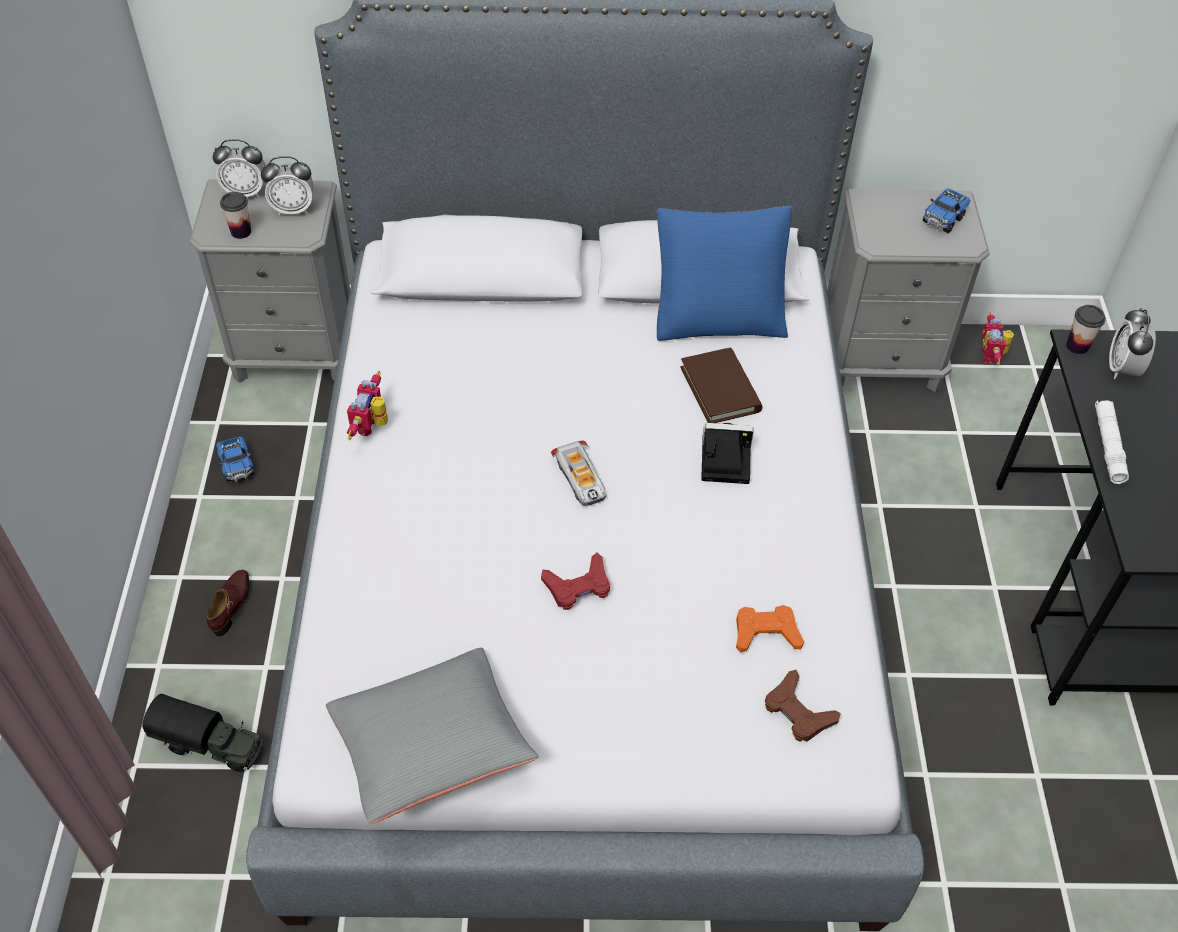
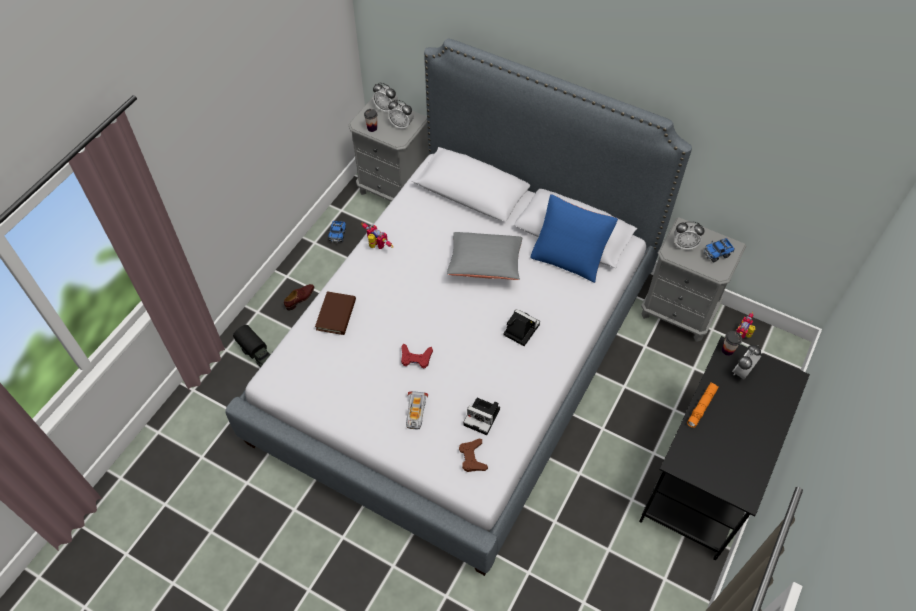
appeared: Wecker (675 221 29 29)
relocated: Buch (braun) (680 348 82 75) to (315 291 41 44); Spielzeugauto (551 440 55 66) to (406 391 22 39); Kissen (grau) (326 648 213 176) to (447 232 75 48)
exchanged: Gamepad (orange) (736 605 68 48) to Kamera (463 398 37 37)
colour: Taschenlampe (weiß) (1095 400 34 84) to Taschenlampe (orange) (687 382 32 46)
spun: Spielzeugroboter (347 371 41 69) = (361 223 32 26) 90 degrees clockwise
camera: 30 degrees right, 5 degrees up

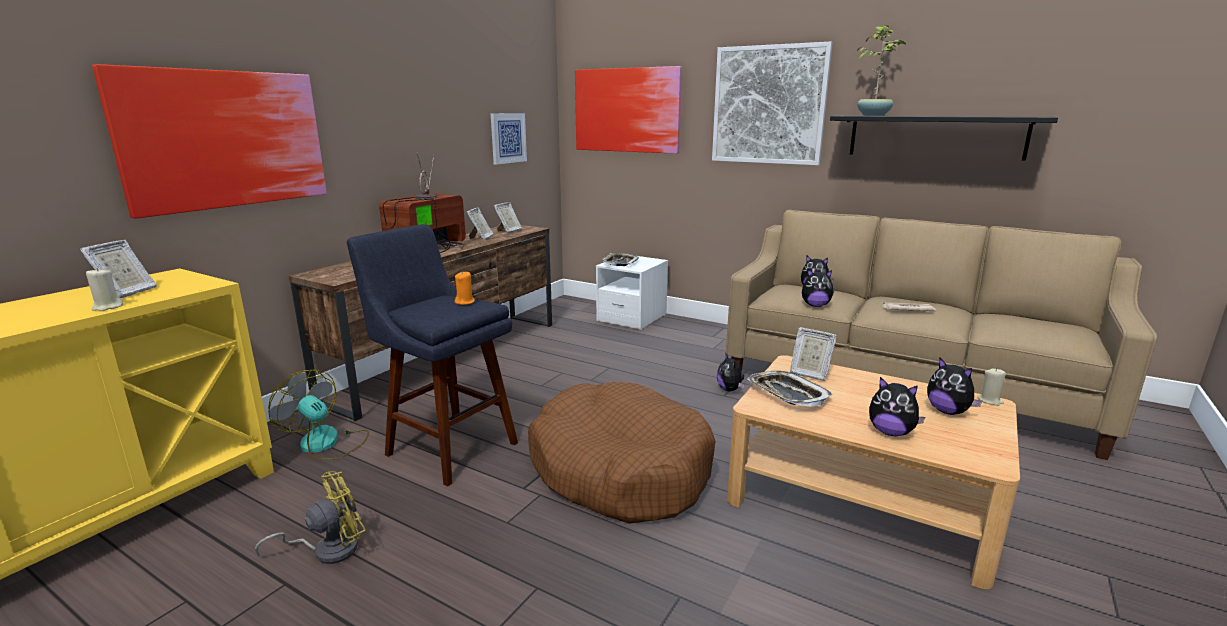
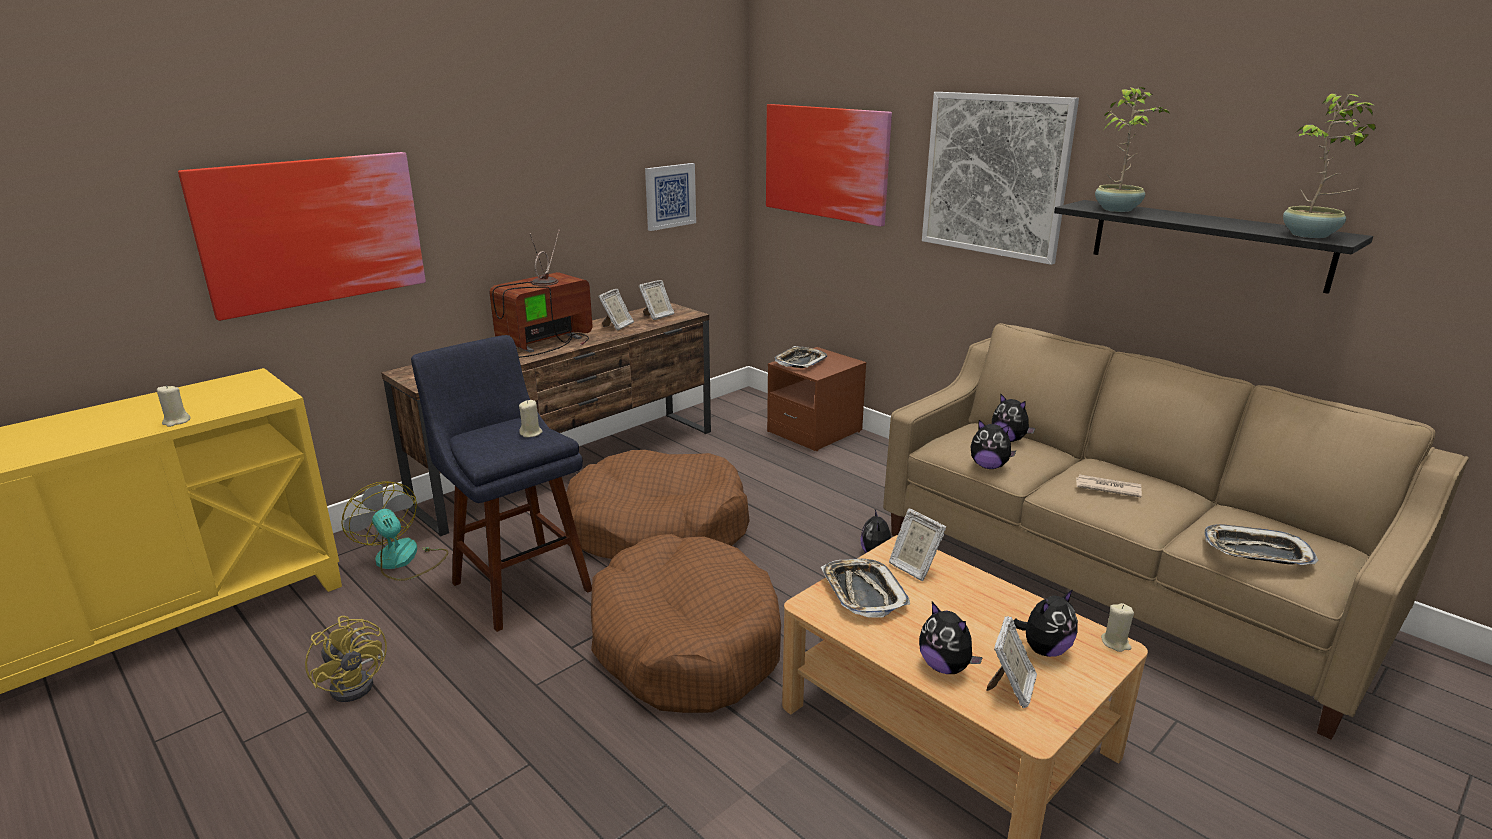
appeared: Topfpflanze (1283 93 93 145); Hundebett (braun) (566 450 184 109); Tablett (1205 524 113 41)
relocated: Bilderrahmen (80 240 77 58) to (986 616 51 92)
colour: Nachttisch (weiß) (596 256 72 74) to Nachttisch (braun) (767 347 99 104); Kerze (orange) (455 271 20 34) to Kerze (beige) (519 400 24 37)
spun: Plüschtier (927 358 55 57) = (1013 589 65 68) 105 degrees counterclockwise; Ventilator (gelb) (255 471 111 93) = (305 616 82 86) 75 degrees clockwise
camera: 15 degrees right, 5 degrees up

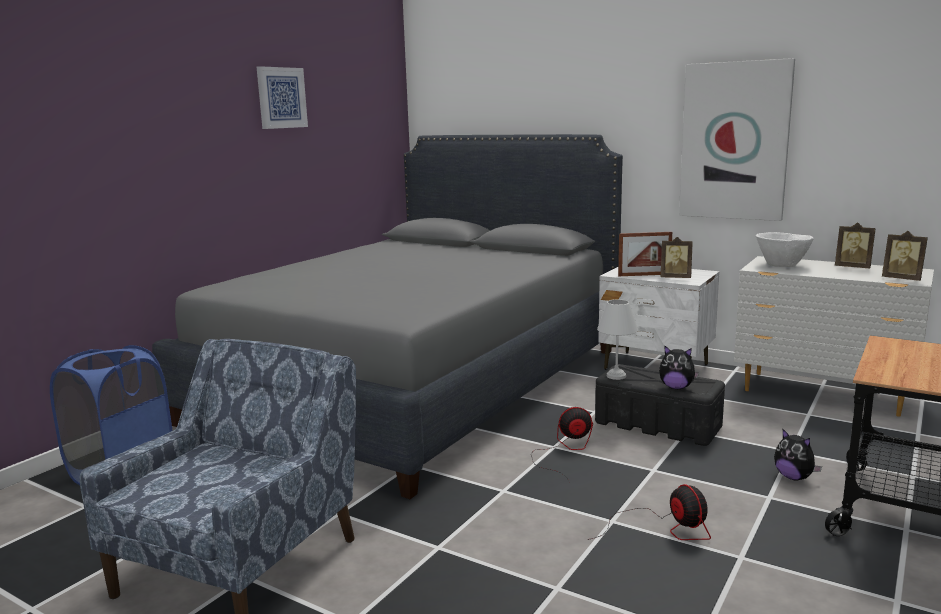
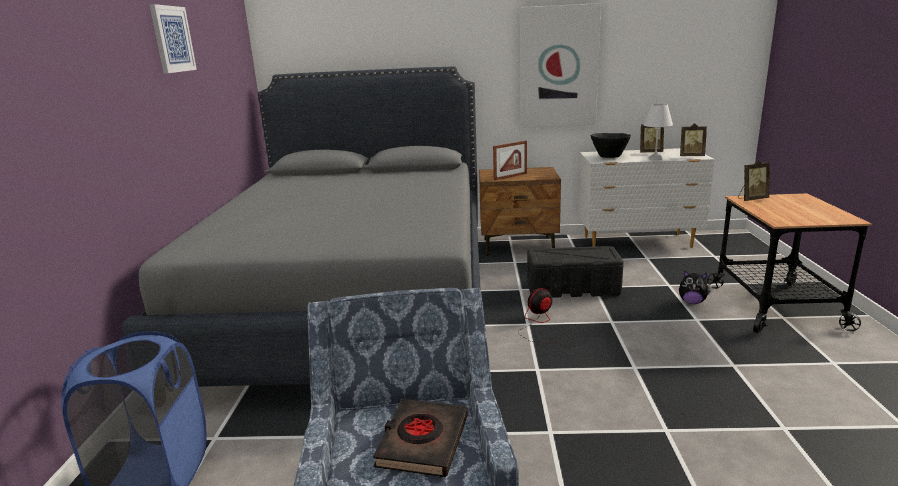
missing: Plüschtier (659 346 40 43); Ventilator (587 484 124 56)
appeared: Buch (schwarz) (373 399 95 78)
relocated: Bilderrahmen (661 237 32 41) to (738 160 32 41); Tischlampe (weiß) (597 299 41 81) to (644 104 29 57)
colour: Schüssel (weiß) (756 232 58 35) to Schüssel (schwarz) (591 133 40 25); Nachttisch (weiß) (598 267 121 103) to Nachttisch (braun) (479 167 82 89)
camera: 30 degrees left, 5 degrees up

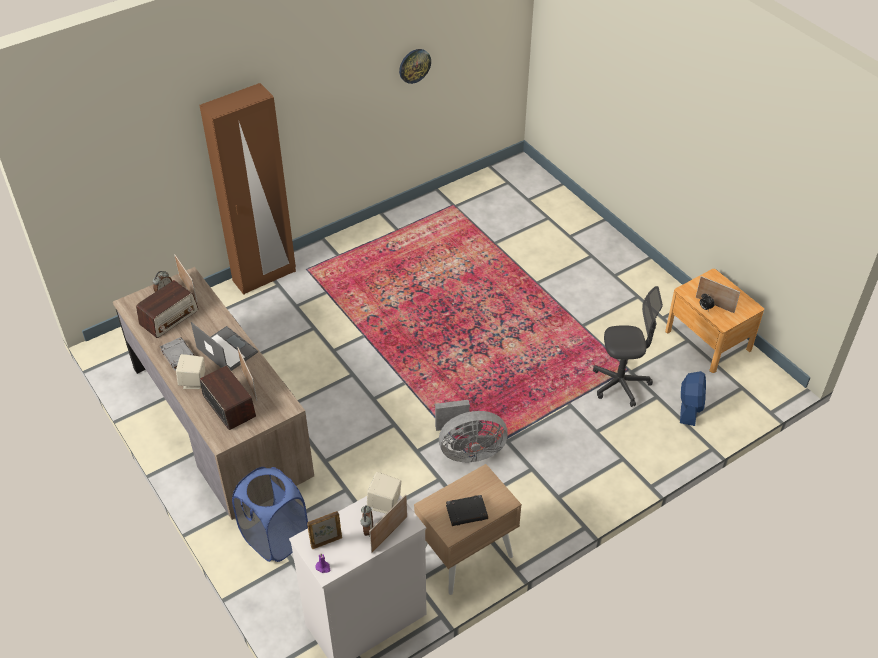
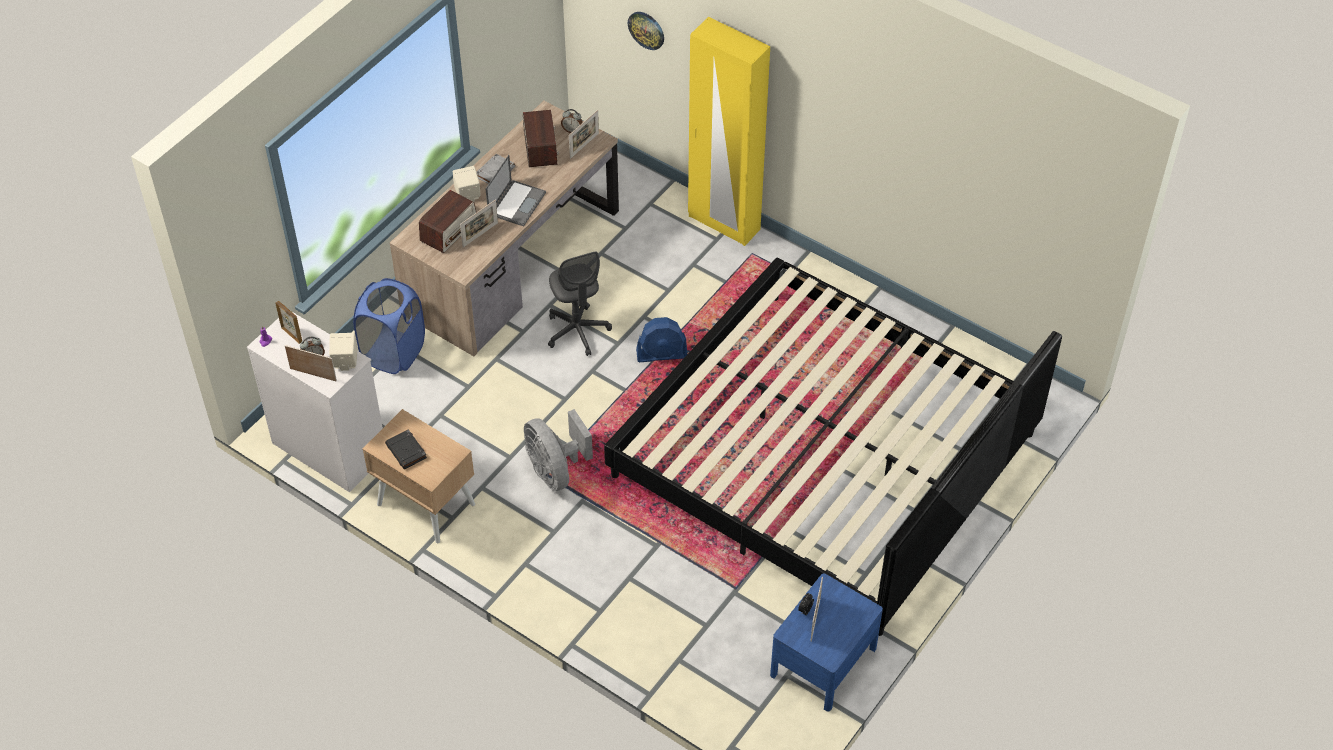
appeared: Bett (604 258 458 378)
relocated: Wanduhr (399 49 32 35) to (628 12 36 38); Bürostuhl (grau) (593 286 70 121) to (548 251 64 105); Ventilator (blau) (680 371 26 55) to (636 317 51 45)
colour: Kleiderschrank (braun) (199 83 97 212) to Kleiderschrank (gelb) (688 17 82 229); Nachttisch (braun) (665 269 99 104) to Nachttisch (blau) (770 573 113 139)
spun: Radio (136 280 62 58) = (523 110 36 57) 120 degrees counterclockwise
camera: 70 degrees right, 5 degrees up

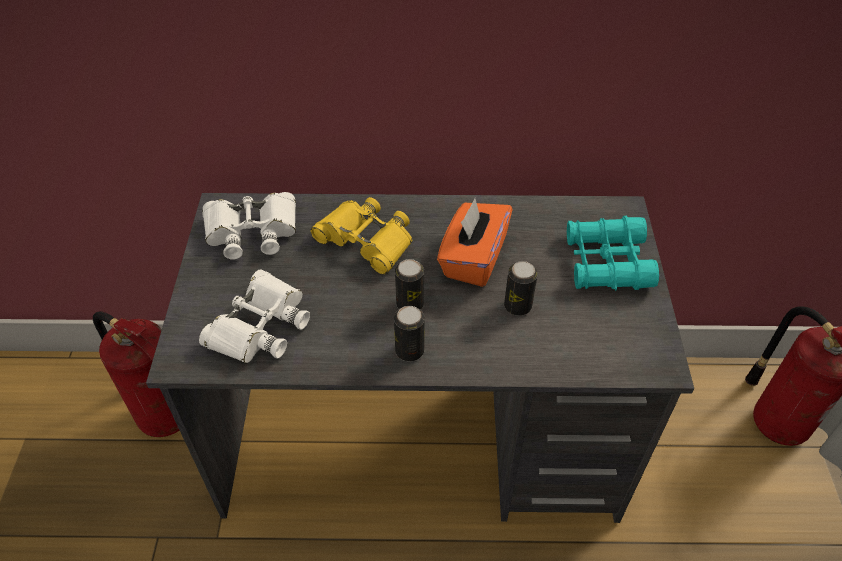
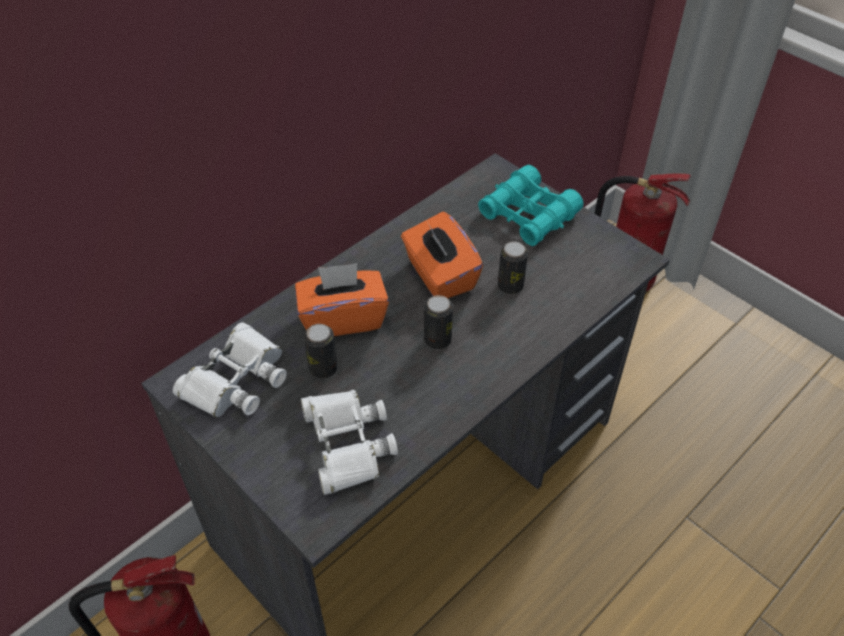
relocated: Dose (394 306 31 55) to (304 324 34 55)
exchanged: Fernglas (gelb) (311 197 101 78) to Taschentuchbox (orange) (295 263 94 73)
camera: 45 degrees left, 0 degrees up

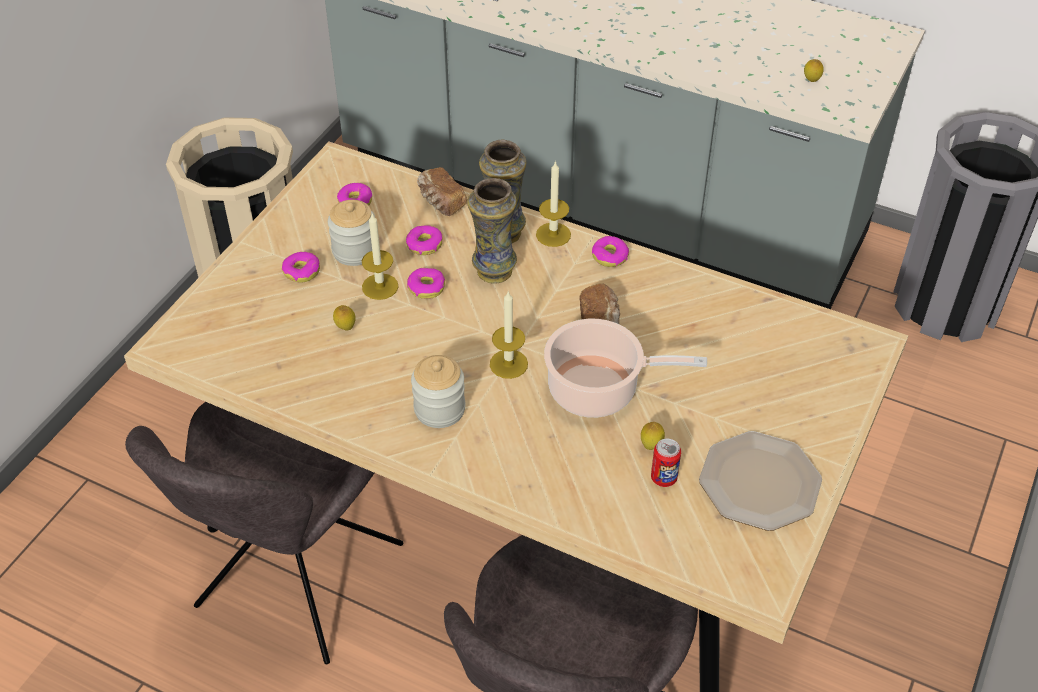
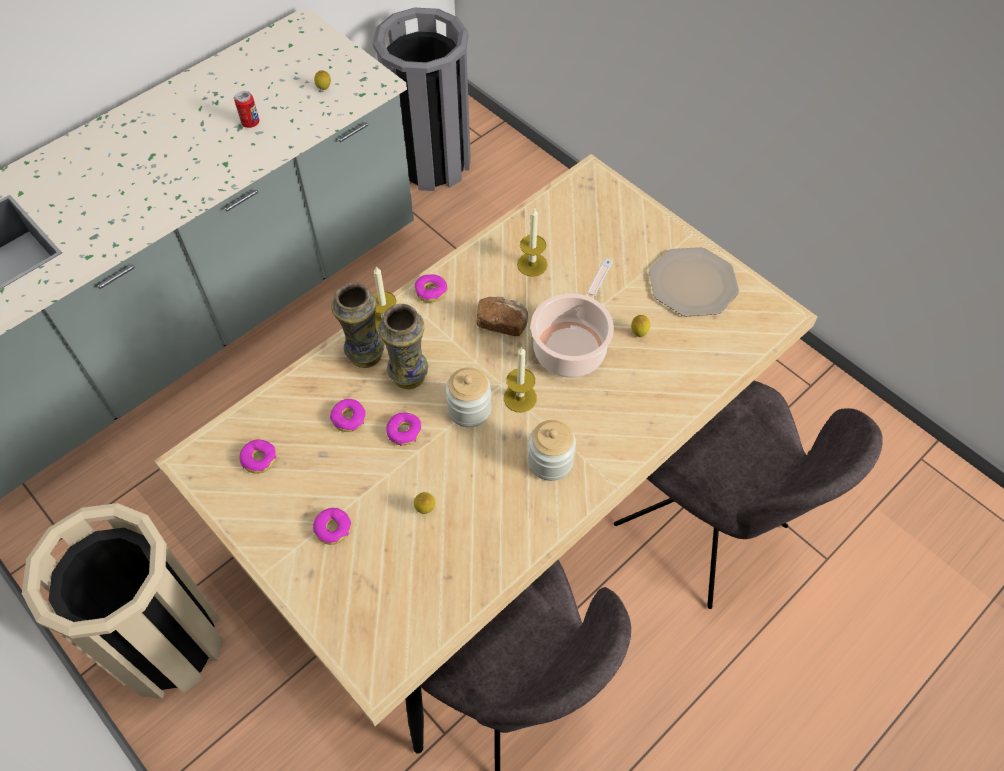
missing: Brot (417 167 50 49)
relocated: Vorratsglas (328 200 47 66) to (446 367 45 61); Kerze (362 214 36 86) to (517 208 31 69); Dose (651 438 30 49) to (234 91 25 37)
camera: 70 degrees left, 10 degrees up

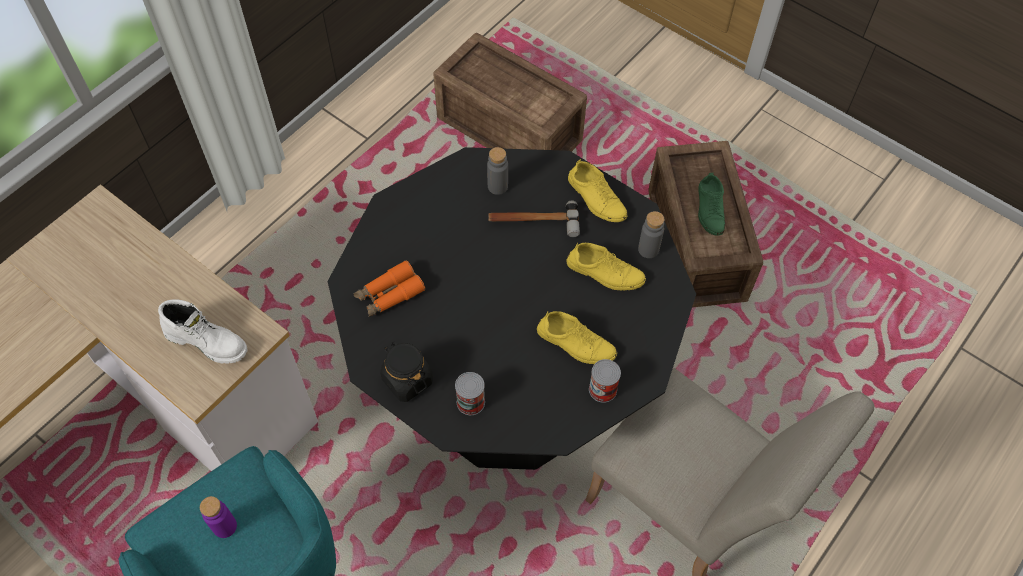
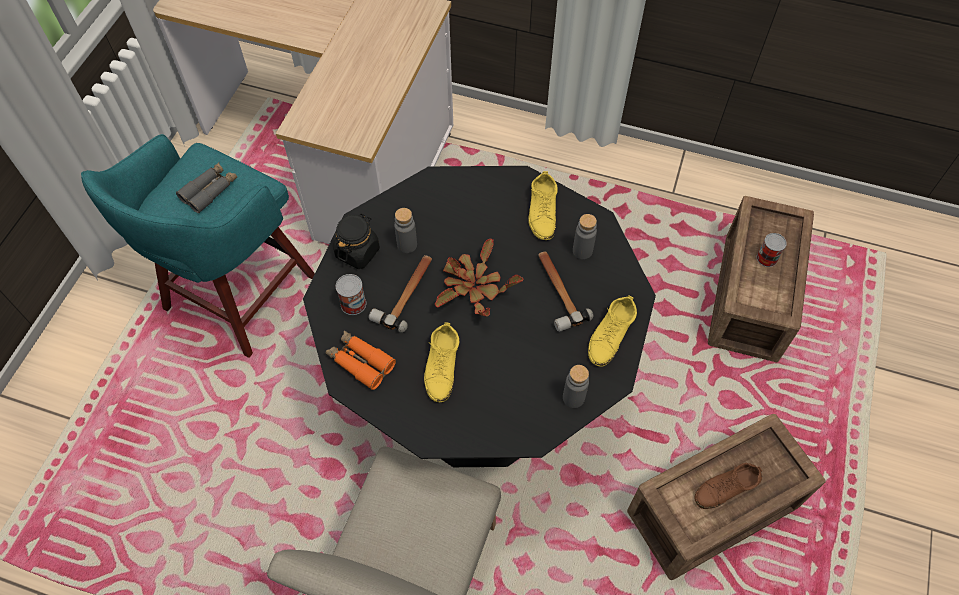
missing: Stiefel (weiß) (158 299 90 65)
appeared: Flasche (grau) (394 208 23 45); Topfpflanze (435 239 89 77); Hammer (368 255 64 78)
relocated: Schuh (gelb) (566 243 80 48) to (528 171 30 69); Fernglas (orange) (353 260 72 57) to (325 331 71 59); Dose (589 359 32 44) to (756 233 31 34)
exchanged: Flasche (lila) (200 496 37 42) to Fernglas (grau) (176 162 61 51)
colour: Schuh (grün) (698 173 27 63) to Schuh (braun) (694 463 68 46)
camera: 70 degrees right, 0 degrees up

